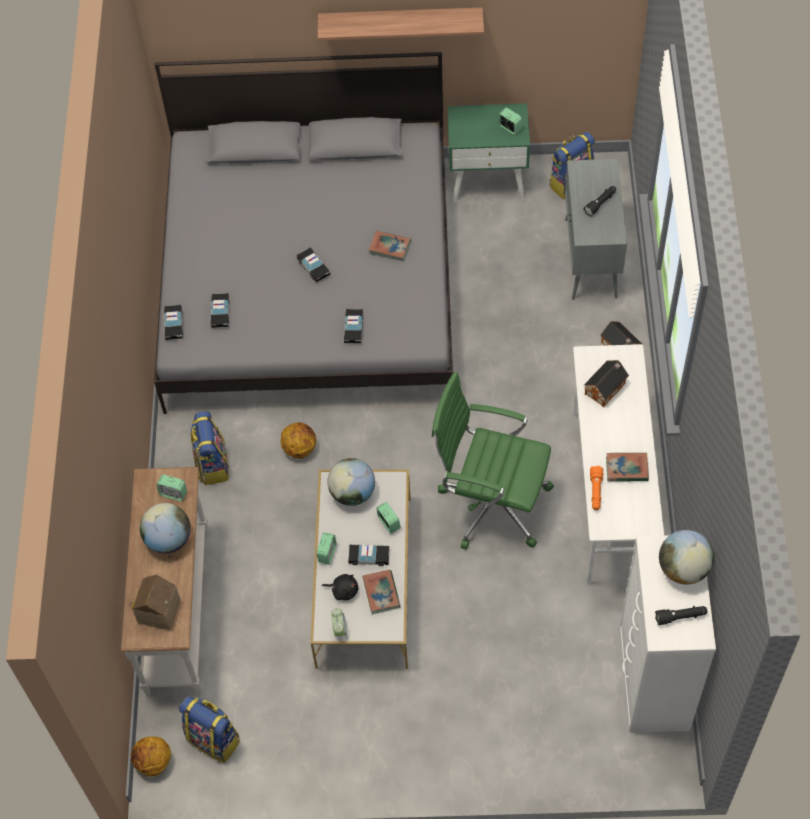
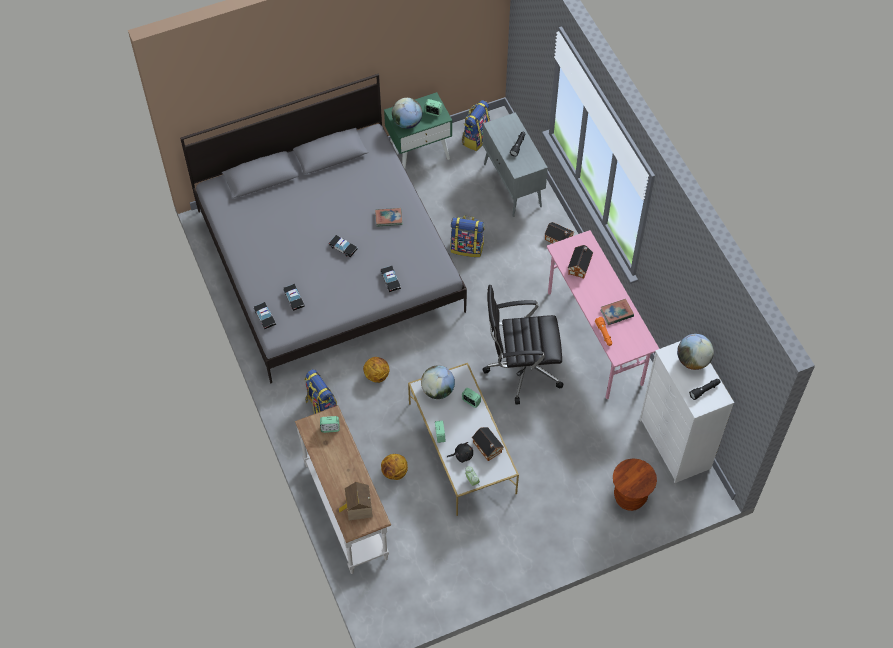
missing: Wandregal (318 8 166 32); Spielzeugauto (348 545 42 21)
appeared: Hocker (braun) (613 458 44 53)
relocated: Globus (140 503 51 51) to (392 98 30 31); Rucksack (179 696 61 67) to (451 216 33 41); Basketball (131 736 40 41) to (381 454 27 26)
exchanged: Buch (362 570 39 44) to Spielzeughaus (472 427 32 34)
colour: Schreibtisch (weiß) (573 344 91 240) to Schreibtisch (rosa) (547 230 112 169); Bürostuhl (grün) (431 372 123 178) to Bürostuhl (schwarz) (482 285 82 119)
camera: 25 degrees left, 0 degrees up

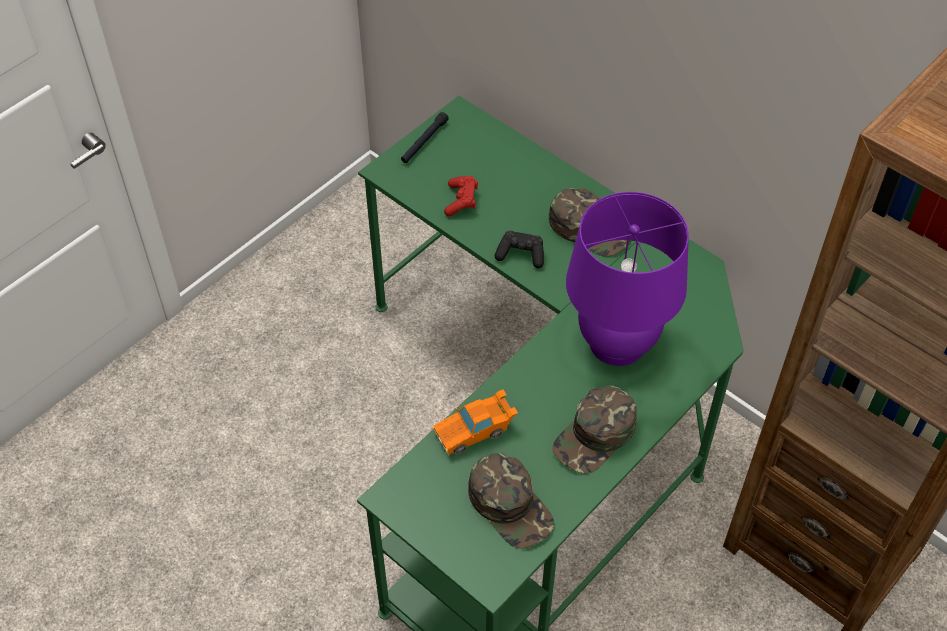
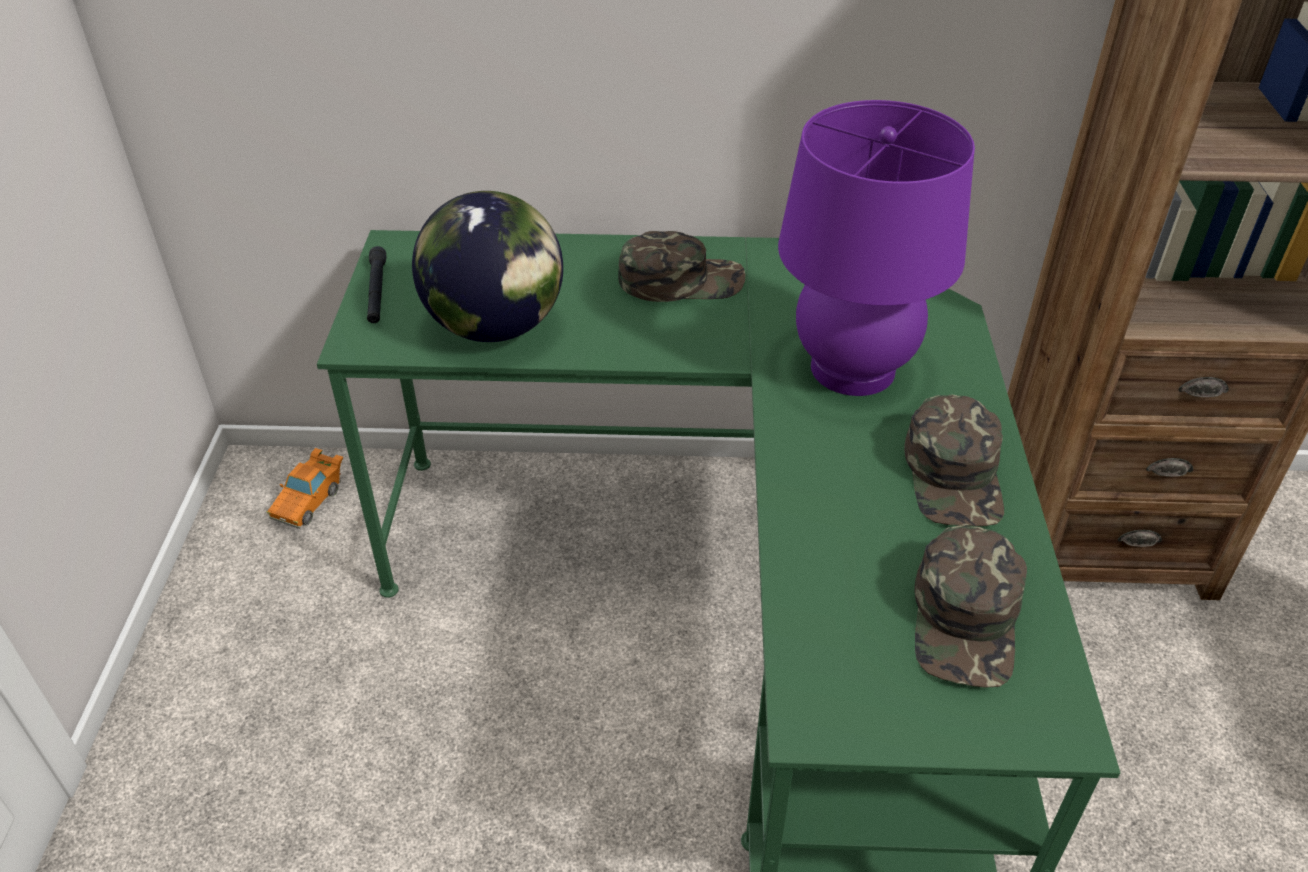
missing: Gamepad (schwarz) (495 231 49 37)
relocated: Spielzeugauto (orange) (433 390 85 66) to (267 448 76 81)
exchanged: Gamepad (rot) (444 176 34 40) to Globus (412 191 151 151)
spun: Kappe (grün) (468 453 86 96) = (915 526 112 162) 90 degrees clockwise
camera: 40 degrees left, 10 degrees down

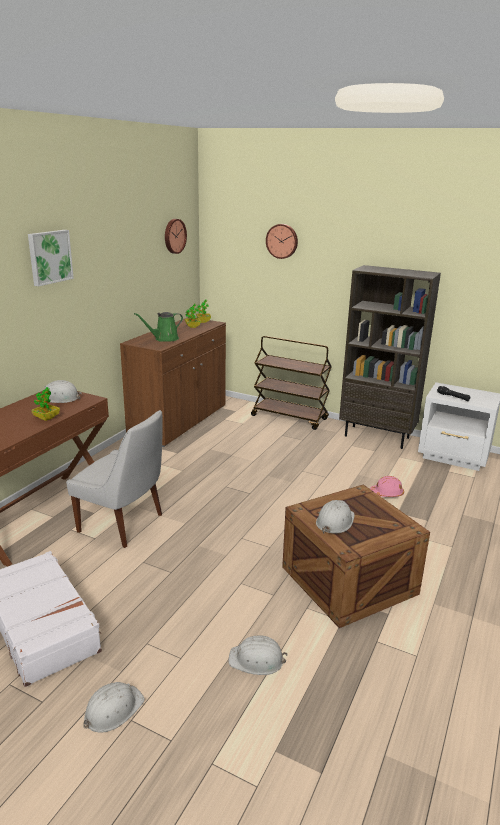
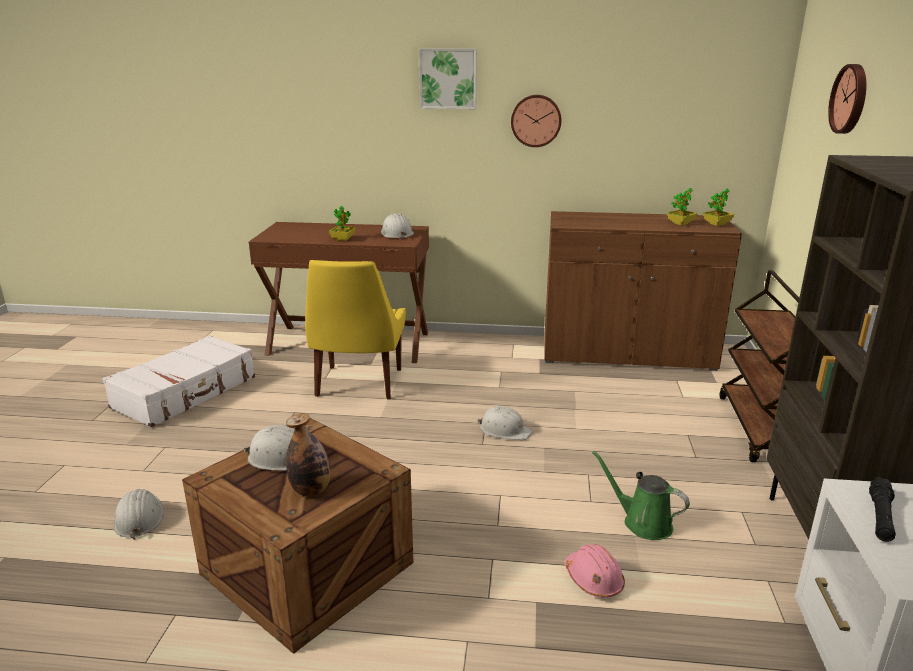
appeared: Flasche (286 413 44 83)
relocated: Wanduhr (165 219 22 35) to (511 95 51 52); Gießkanne (grün) (134 312 49 30) to (592 451 98 89); Schutzhelm (weiß) (83 682 62 50) to (478 406 55 34)
colour: Stuhl (weiß) (66 410 96 138) to Stuhl (gelb) (305 260 101 139)
camera: 70 degrees right, 0 degrees up

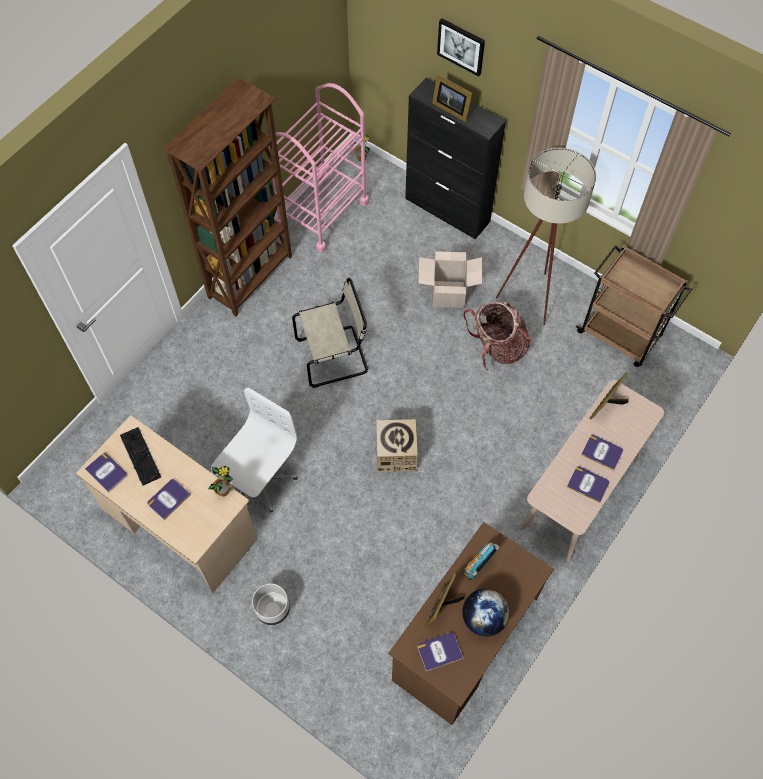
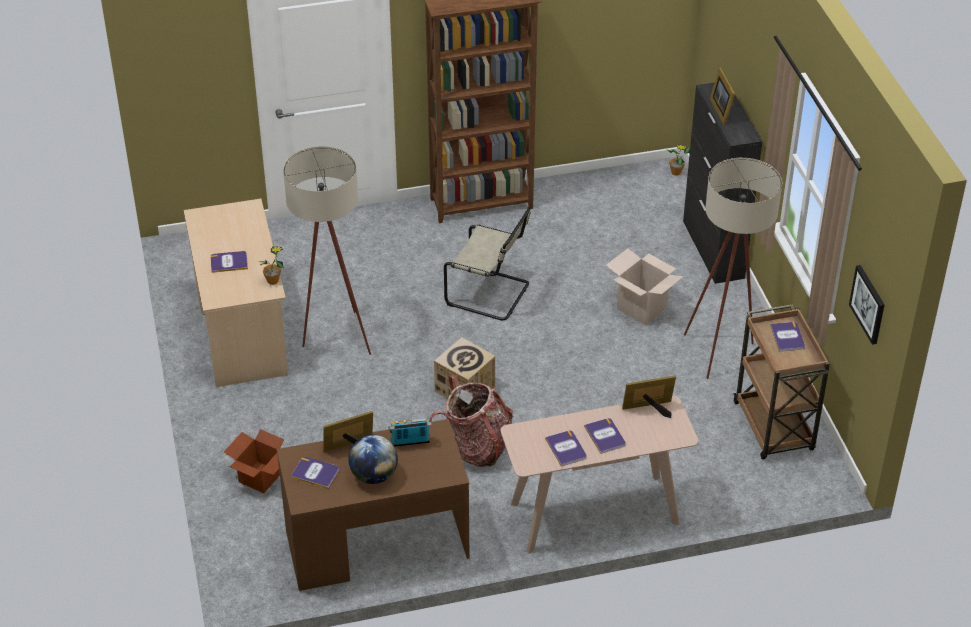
missing: Rollwagen (rosa) (268 83 101 170); Tastatur (120 427 41 59); Pflanzkübel (grau) (252 583 38 42)
appeared: Karton (224 429 61 64)
relocated: Bild (437 18 48 58) to (849 265 36 80); Rucksack (464 301 67 70) to (429 374 84 93); Buch (85 453 42 40) to (770 322 35 29)
exchanged: Bürostuhl (weiß) (211 388 87 125) to Stehlampe (beige) (283 146 88 209)
camera: 40 degrees right, 20 degrees down

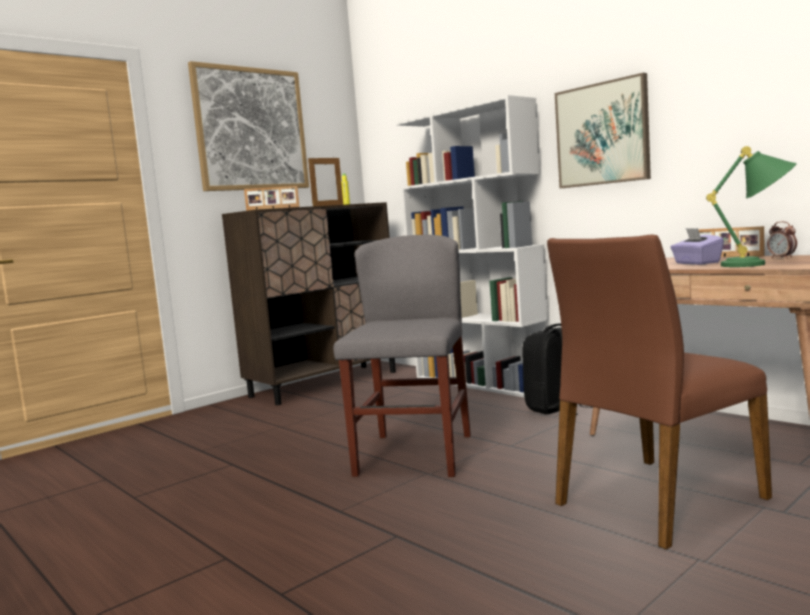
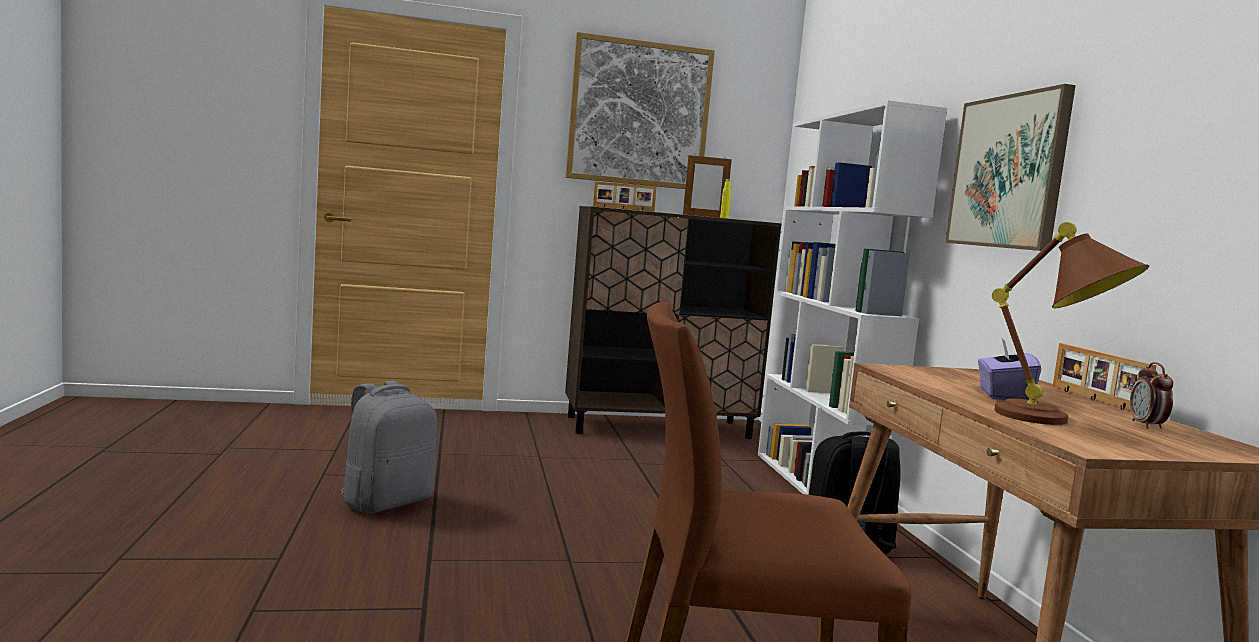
missing: Stuhl (grau) (333 235 138 242)
appeared: Rucksack (grau) (341 381 96 133)
colour: Tischlampe (grün) (706 146 91 121) to Tischlampe (braun) (992 222 157 203)
camera: 30 degrees right, 0 degrees up

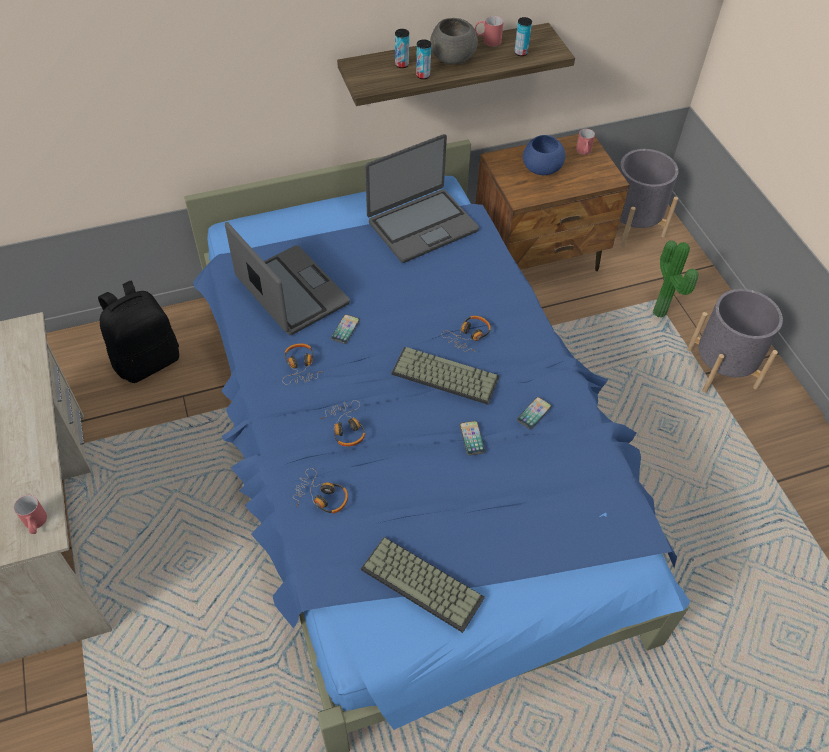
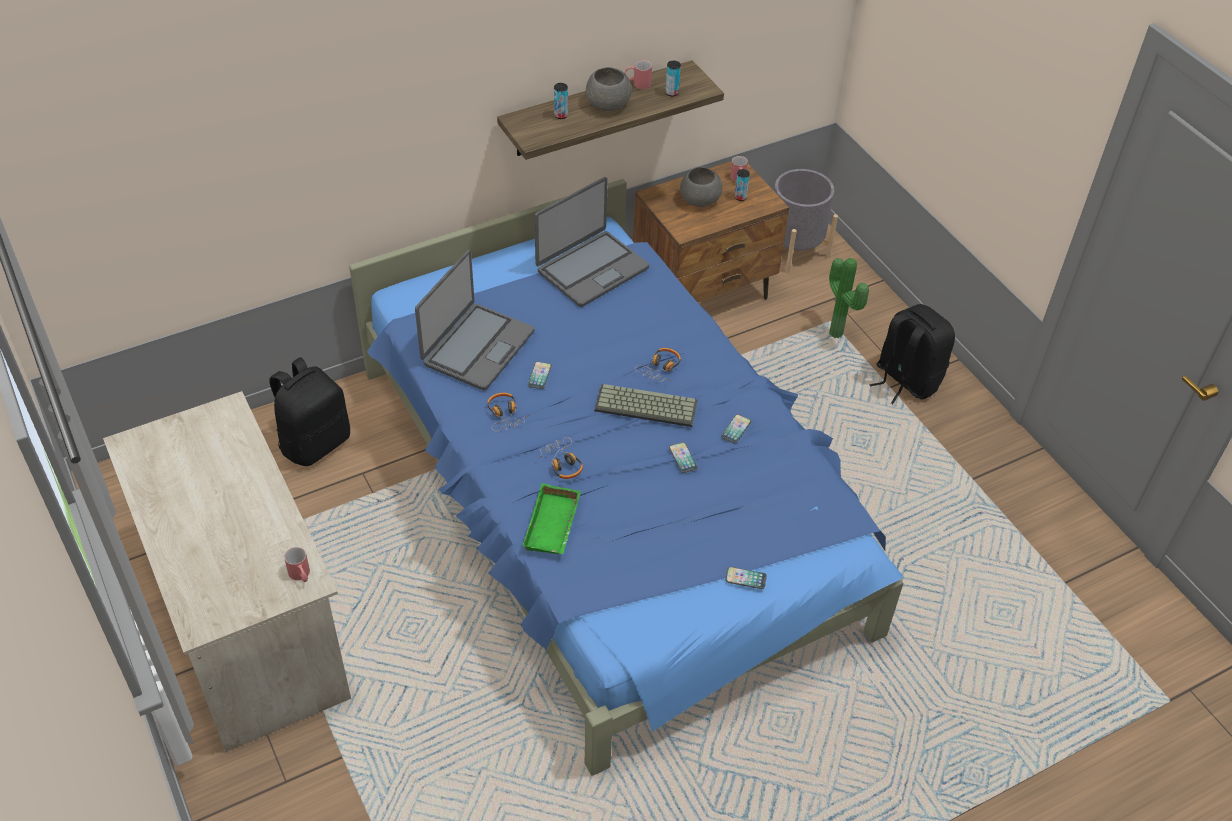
missing: Tastatur (361 537 124 96)
appeared: Handy (725 567 42 22)
relocated: Dose (416 39 15 40) to (735 169 15 32)
exchanged: Pflanzkübel (grau) (687 289 96 104) to Rucksack (schwarz) (869 304 86 100); Kopfhörer (293 468 55 46) to Tablett (grün) (522 483 59 71)
colour: Schüssel (blau) (523 135 42 40) to Schüssel (grau) (680 167 42 40)
spun: Laptop (225 222 125 113) = (415 250 119 140) 75 degrees clockwise
camera: 10 degrees left, 5 degrees down

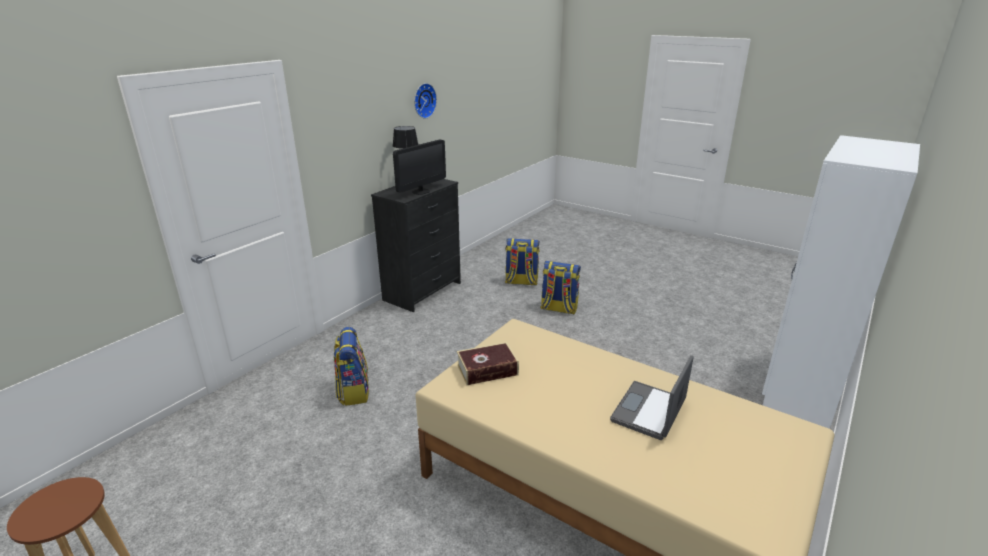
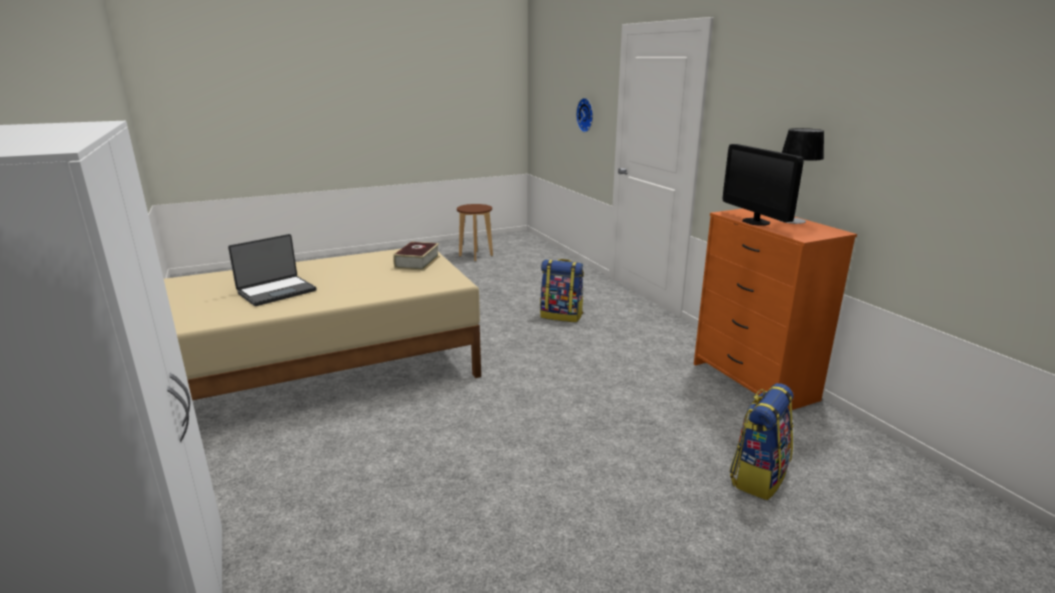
missing: Rucksack (541 261 40 54)
relocated: Wanduhr (414 83 23 36) to (576 98 17 34)
colour: Kommode (schwarz) (371 179 90 133) to Kommode (orange) (694 208 163 203)
spun: Laptop (610 355 84 85) = (228 234 88 72) 75 degrees clockwise
camera: 120 degrees right, 5 degrees down

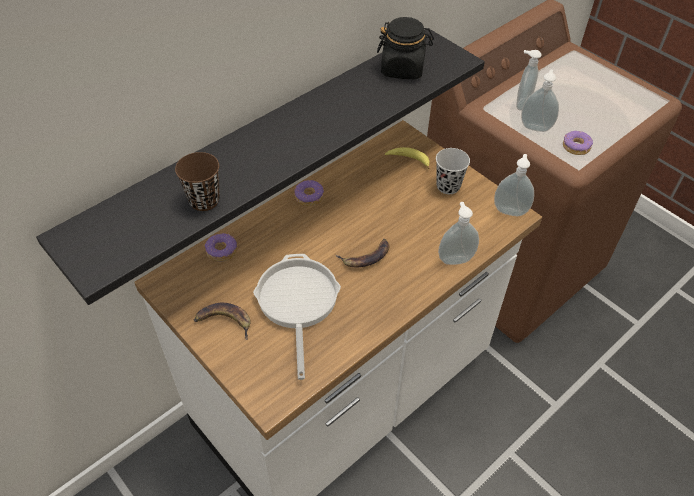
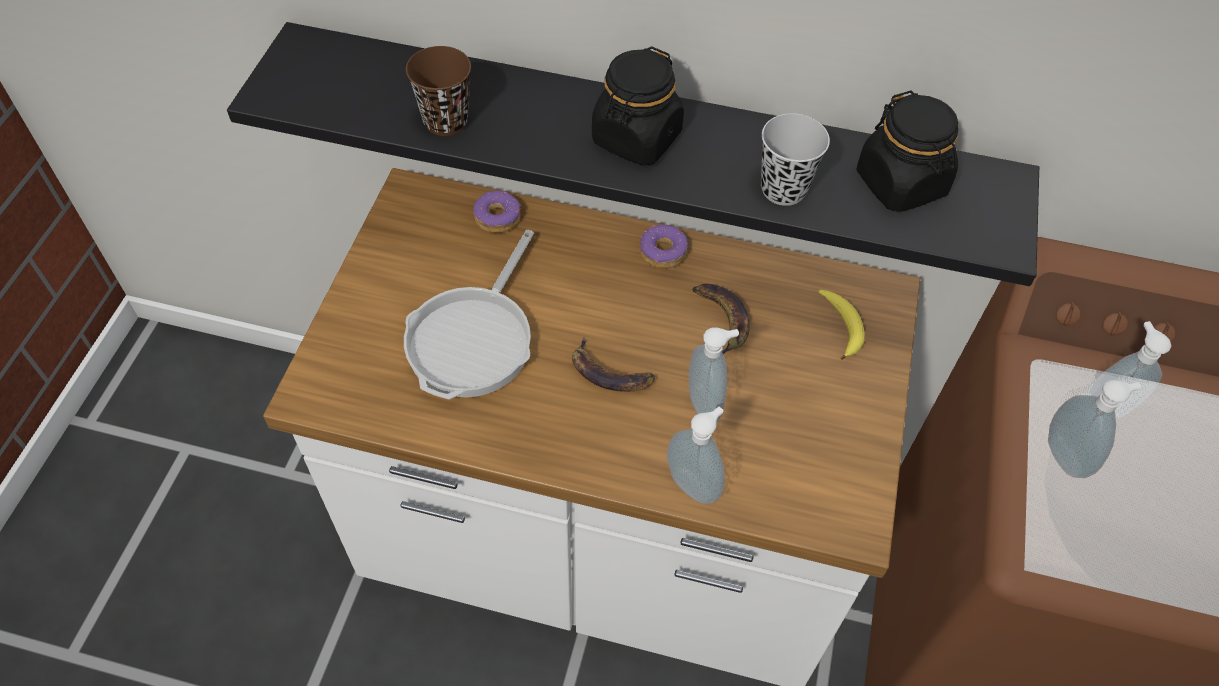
missing: Donut (563 131 30 24)
appeared: Vorratsglas (schwarz) (592 46 92 120)
relocated: Tasse (schwarz) (436 148 34 46) to (761 113 69 93); Seifenspender (494 154 40 62) to (689 328 50 93); Banane (194 303 56 37) to (692 284 58 70)
spun: Pfanne (253 254 88 126) = (404 230 130 169) 150 degrees clockwise
camera: 55 degrees right, 5 degrees up

